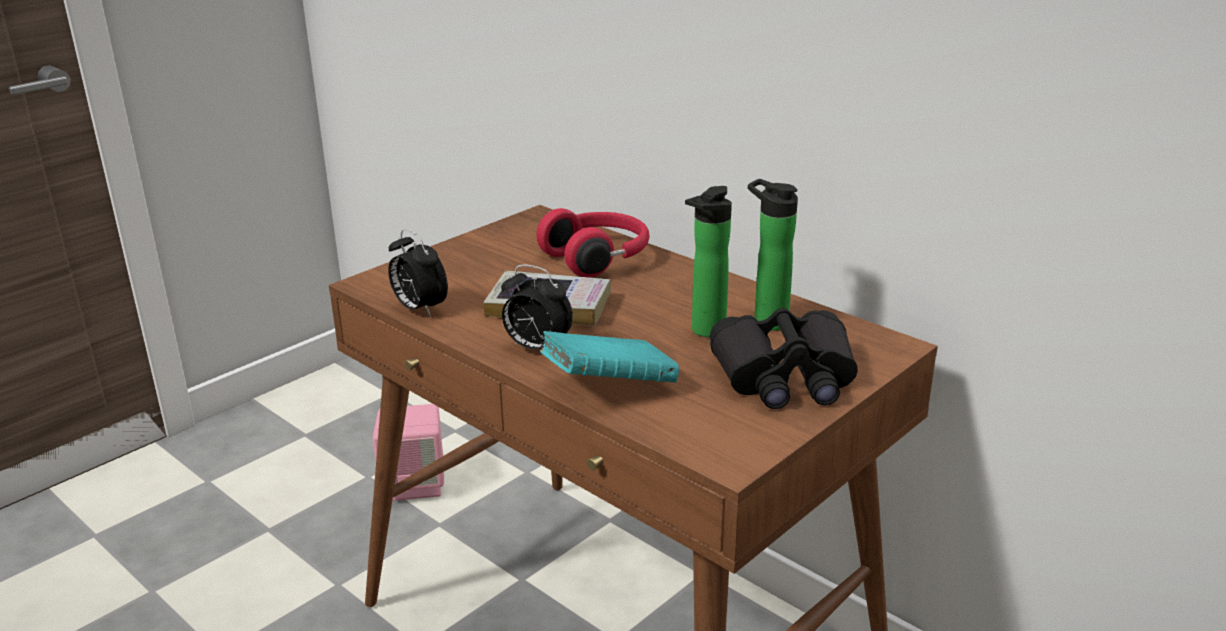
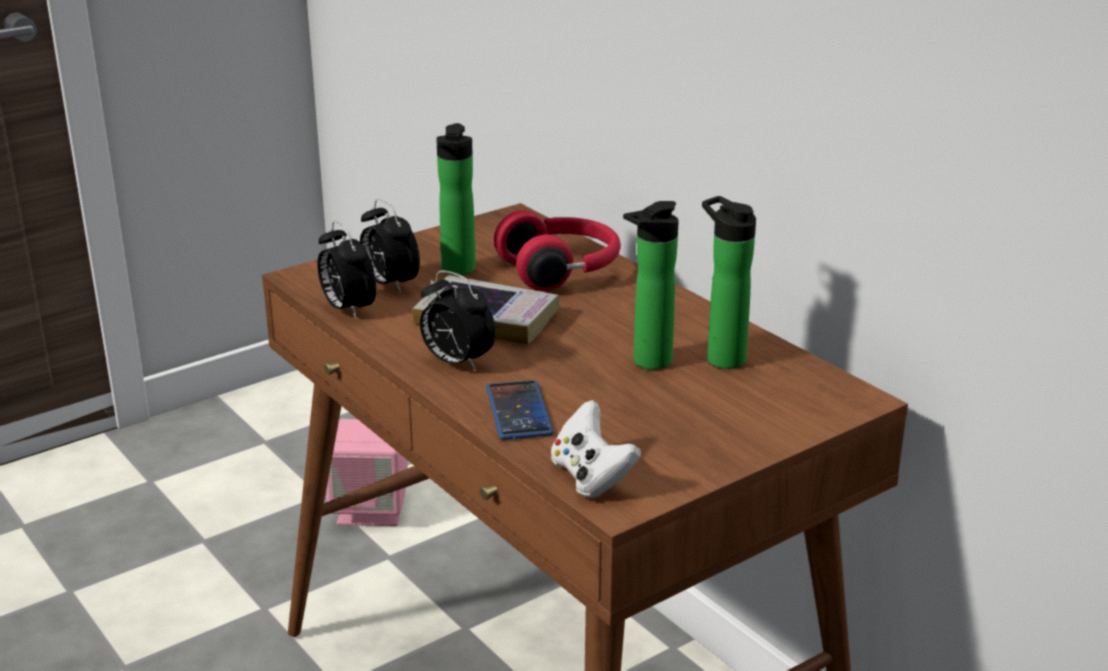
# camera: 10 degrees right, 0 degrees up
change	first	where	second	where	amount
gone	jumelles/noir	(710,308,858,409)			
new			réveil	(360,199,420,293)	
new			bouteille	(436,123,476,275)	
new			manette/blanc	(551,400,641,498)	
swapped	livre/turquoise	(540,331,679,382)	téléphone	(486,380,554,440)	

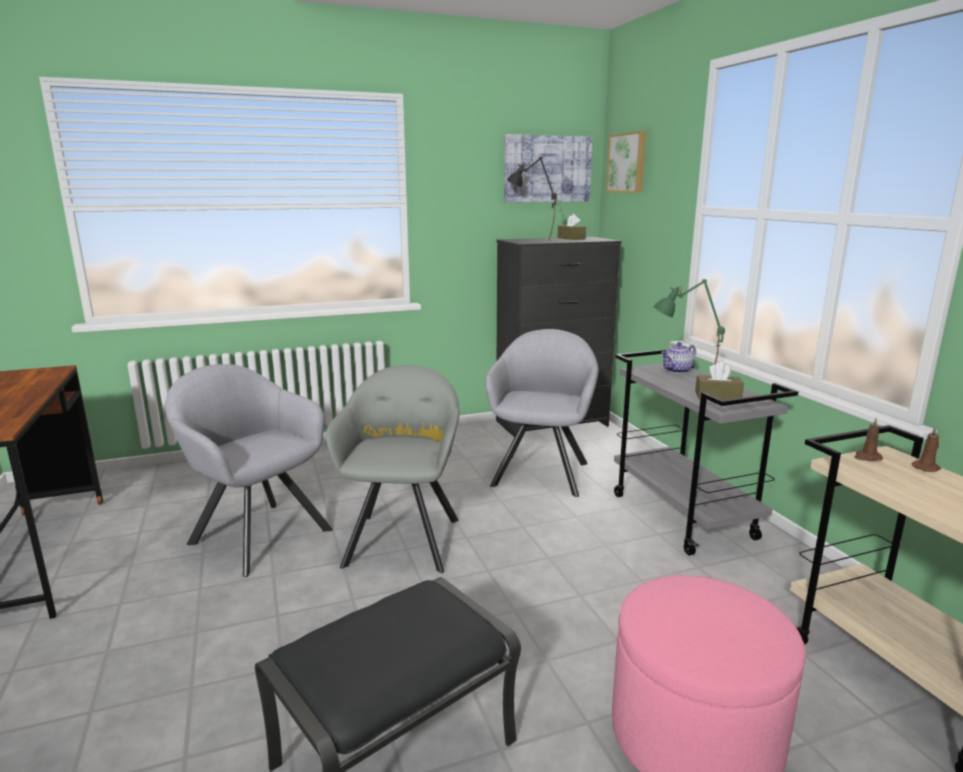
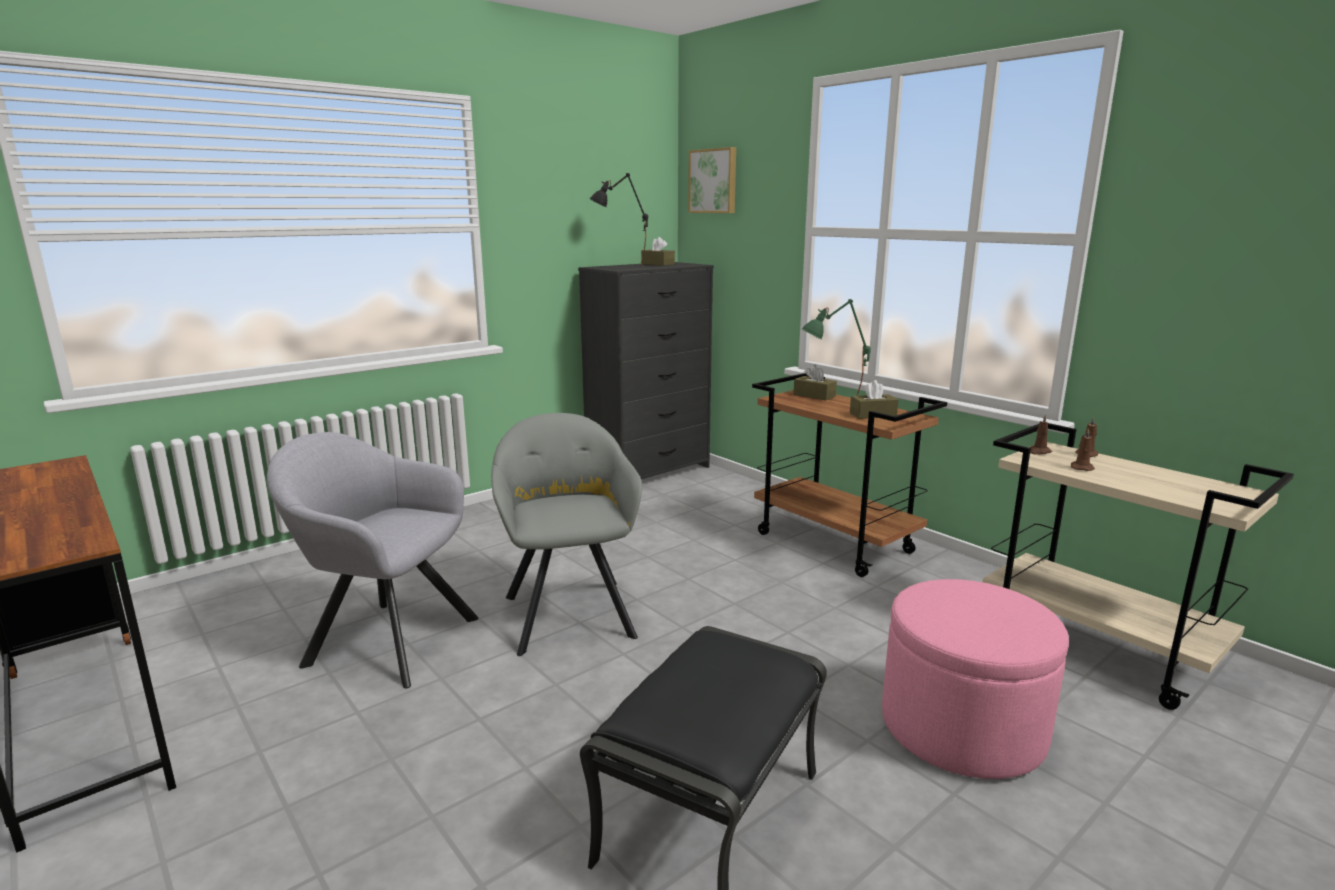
# camera: 20 degrees left, 0 degrees up
change	first	where	second	where	amount
gone	fauteuil/gris	(485,329,599,497)			
gone	tableau	(504,134,593,202)			
new			bougie/marron	(1071,428,1095,471)	
swapped	théière	(661,342,696,374)	boîte à mouchoirs/marron	(794,365,837,400)	
repainted	chariot/gris	(614,349,798,555)	chariot/marron	(752,373,947,577)	

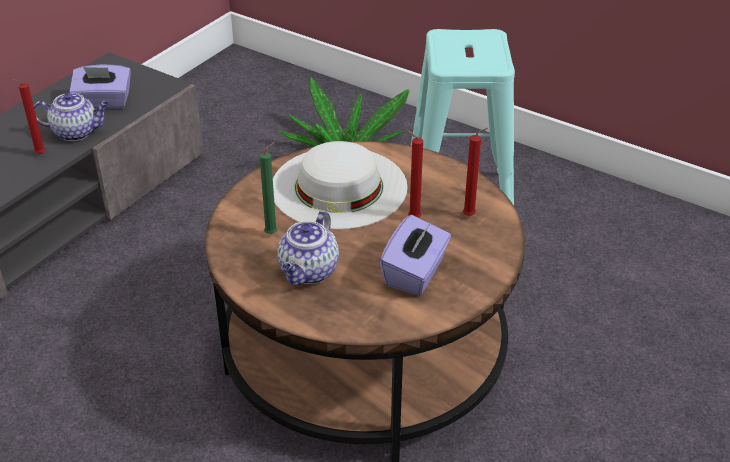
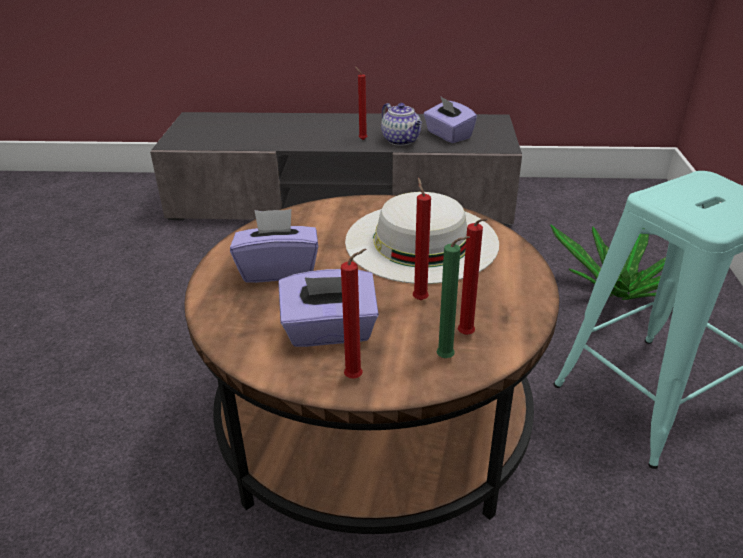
# camera: 60 degrees right, 5 degrees down
change	first	where	second	where	amount
new			bougie/rouge	(341,249,366,379)	
shifted	bougie/vert	(259,142,278,234)		(436,236,470,358)	
swapped	théière	(277,210,339,285)	boîte à mouchoirs/violet	(230,209,318,283)	

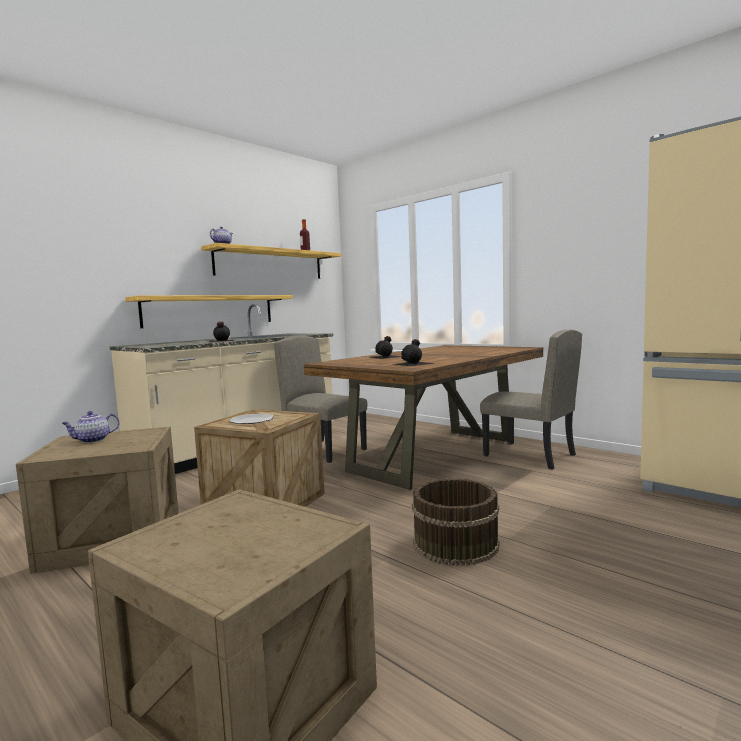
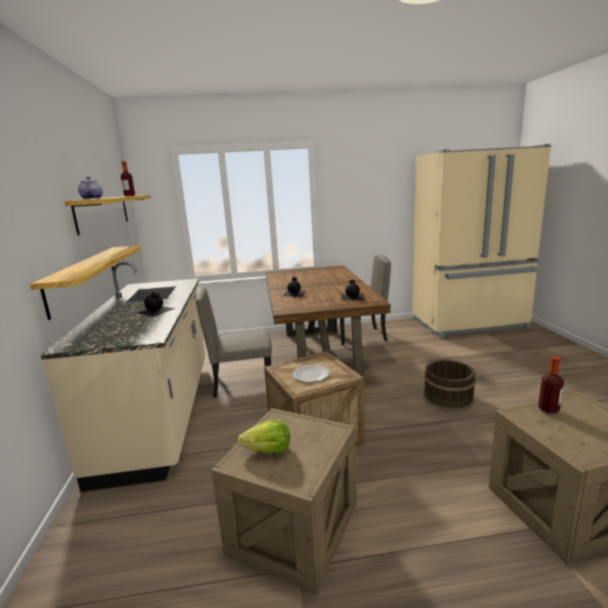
# camera: 50 degrees left, 10 degrees up
change	first	where	second	where	amount
new			bouteille	(538,356,564,414)	
swapped	théière	(61,411,120,443)	laitue	(238,420,290,453)	

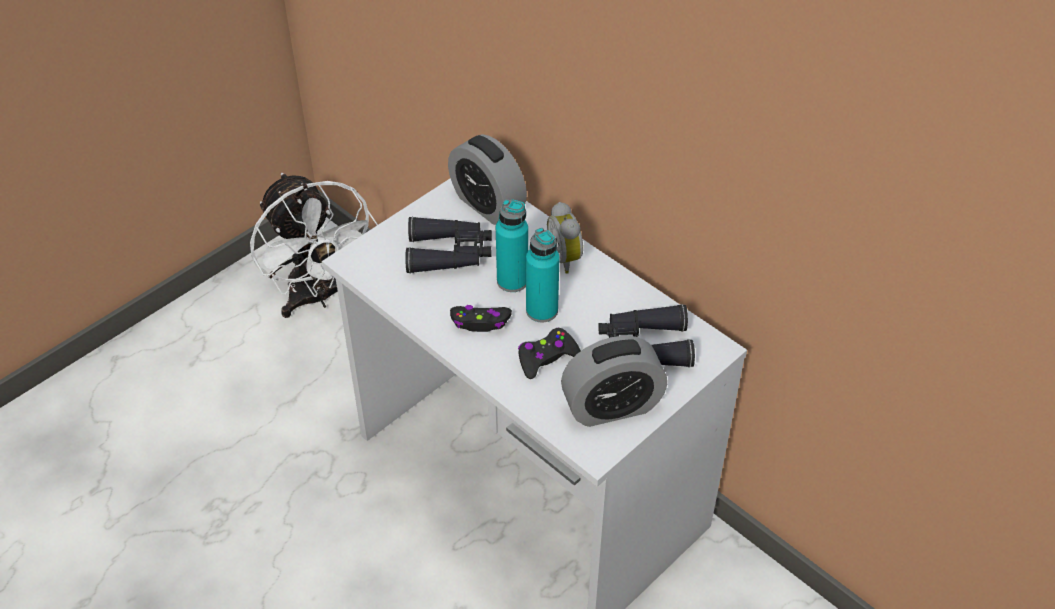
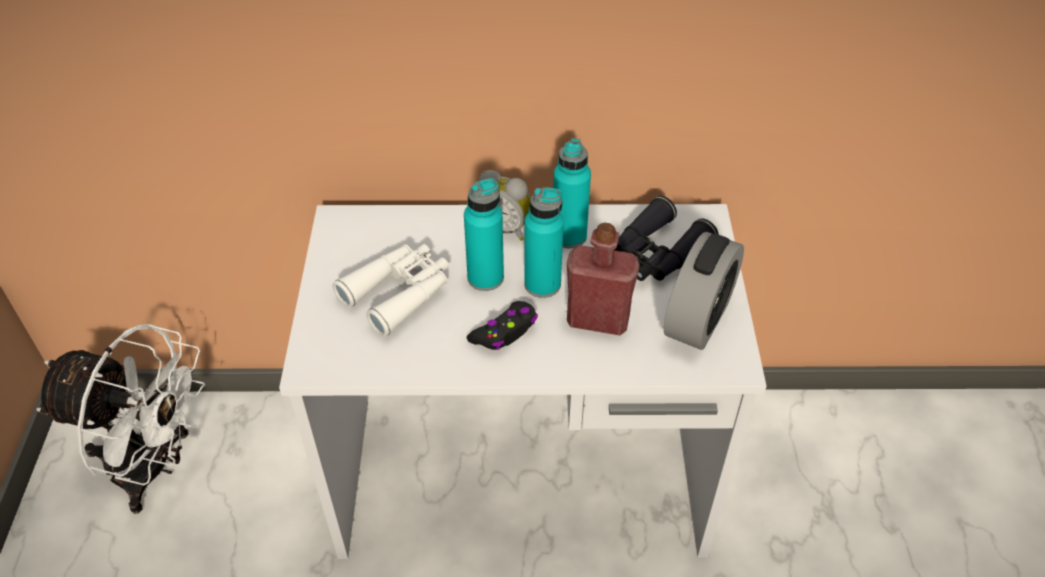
# camera: 45 degrees left, 0 degrees up
change	first	where	second	where	amount
gone	réveil	(448,134,527,225)			
new			bouteille/turquoise	(553,138,591,249)	
swapped	manette/noir	(518,328,581,379)	bouteille/rouge	(567,222,640,336)	
repainted	jumelles/noir	(405,216,492,274)	jumelles/blanc	(332,244,449,337)	

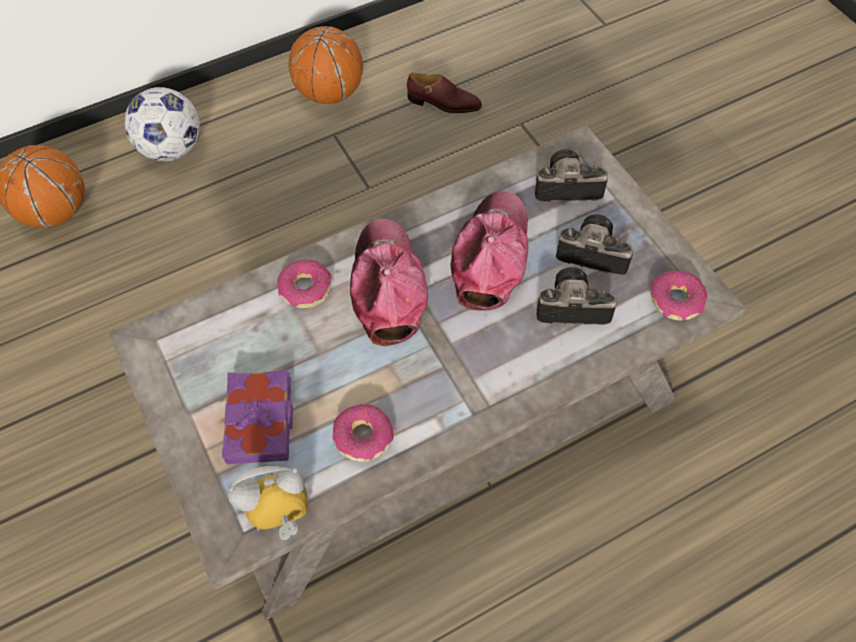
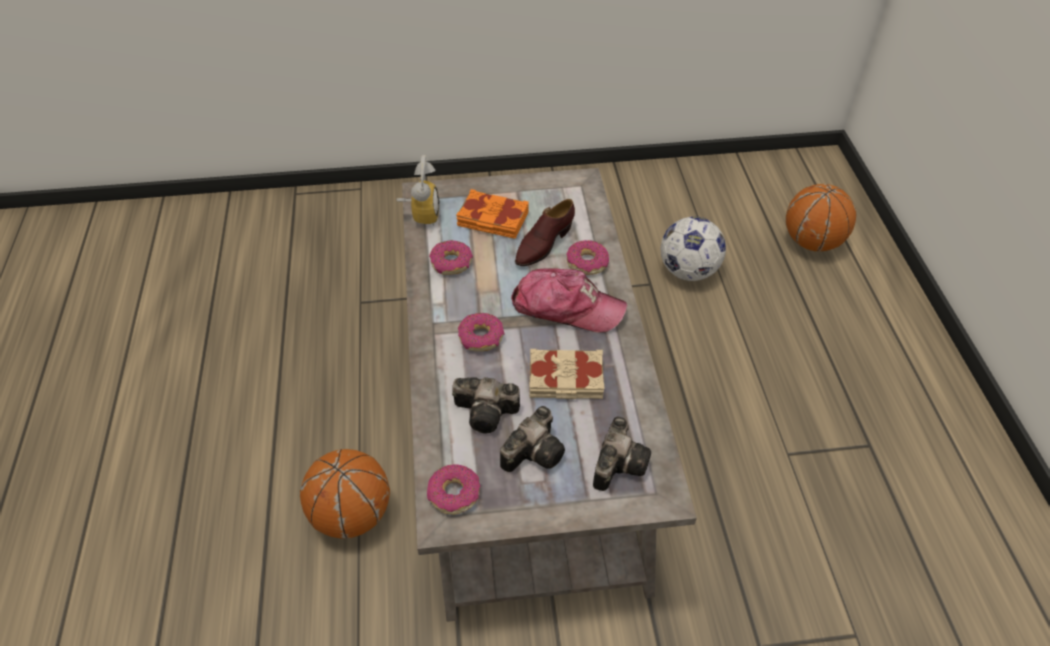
# camera: 110 degrees right, 10 degrees down
change	first	where	second	where	amount
new			beignet	(458,313,504,351)	
shifted	ballon de foot	(125,87,200,162)		(661,216,726,281)	
shifted	ballon de basket	(289,26,363,104)		(300,449,390,539)	
shifted	chaussure/marron	(407,73,482,113)		(515,199,575,266)	
swapped	casquette	(451,191,528,311)	livre/beige	(530,349,605,399)	
repainted	livre/violet	(222,369,293,464)	livre/orange	(457,189,529,239)	
rotated	appareil photo	(537,267,617,325)		(452,377,520,434)	75 degrees clockwise

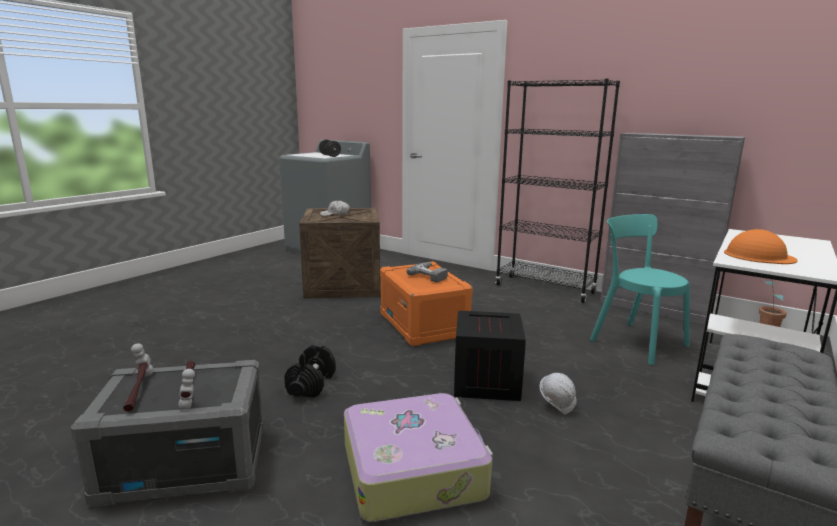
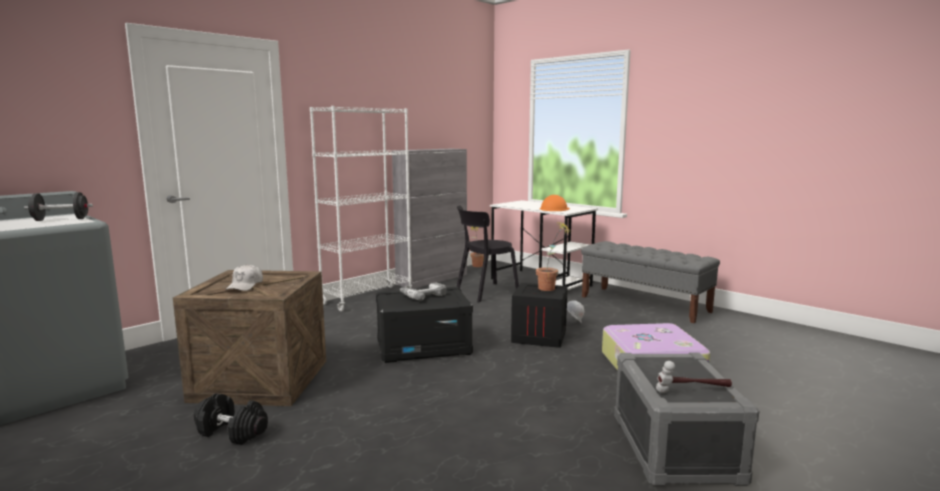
# camera: 80 degrees left, 5 degrees down
change	first	where	second	where	amount
gone	marteau	(179,361,195,409)			
new			plante en pot	(536,221,571,291)	
shifted	haltère/noir	(284,345,336,398)		(194,393,268,445)	
repainted	boîte de rangement/orange	(380,261,473,347)	boîte de rangement/noir	(376,287,473,363)	
repainted	bibliothèque/noir	(496,78,620,303)	bibliothèque/blanc	(310,106,412,312)	
repainted	chaise/turquoise	(590,214,690,365)	chaise/noir	(456,205,519,302)	

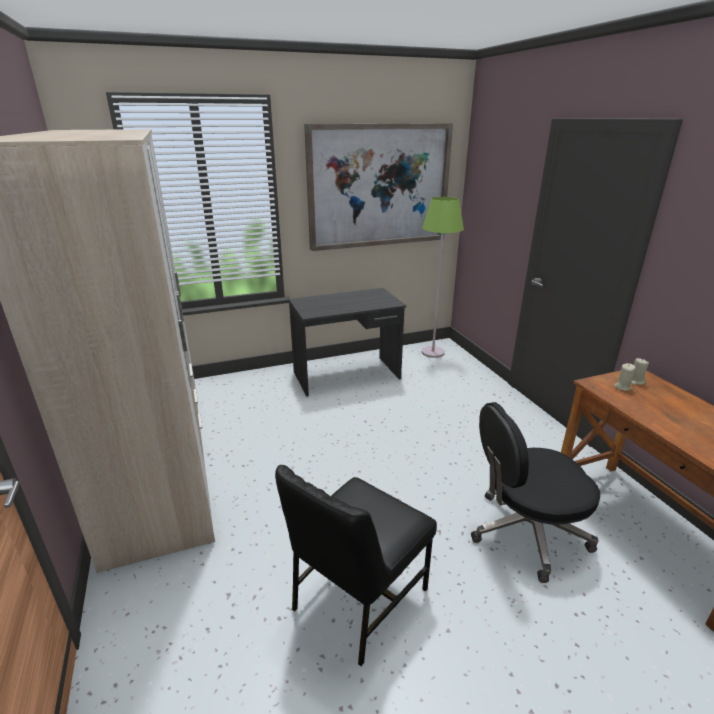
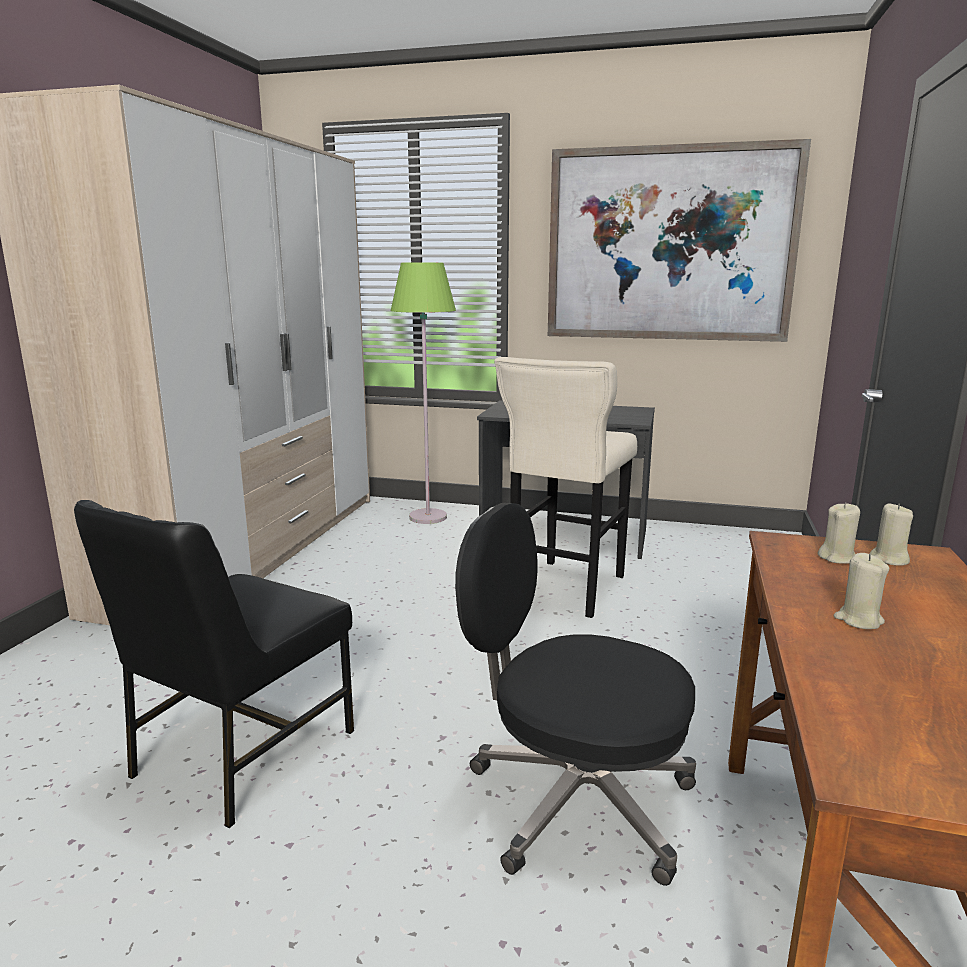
# camera: 35 degrees right, 10 degrees down
change	first	where	second	where	amount
new			tabouret/beige	(494,357,637,618)	
new			bougie/beige	(834,553,889,629)	
shifted	lampadaire/vert	(422,197,464,358)		(391,262,456,524)	
rotated	chaise/noir	(275,465,437,666)		(74,500,354,828)	45 degrees counterclockwise

